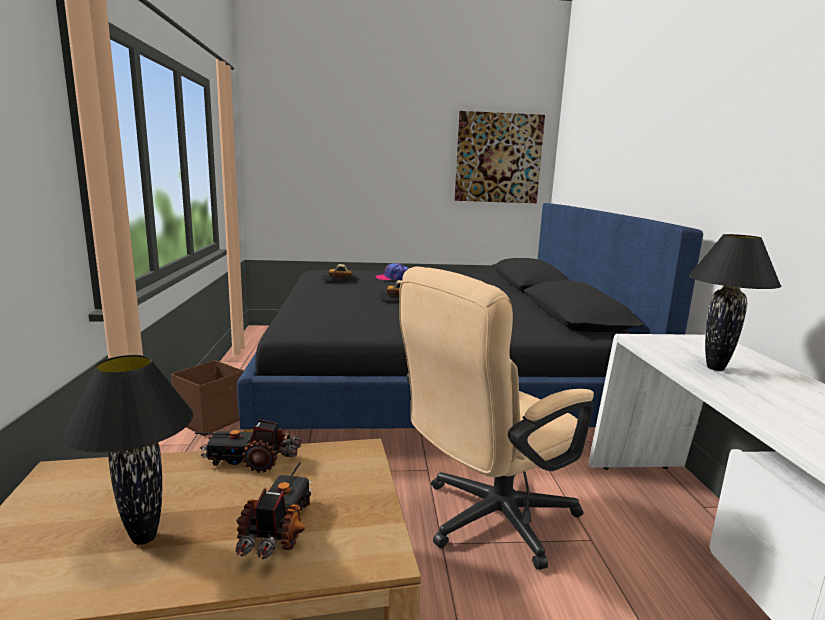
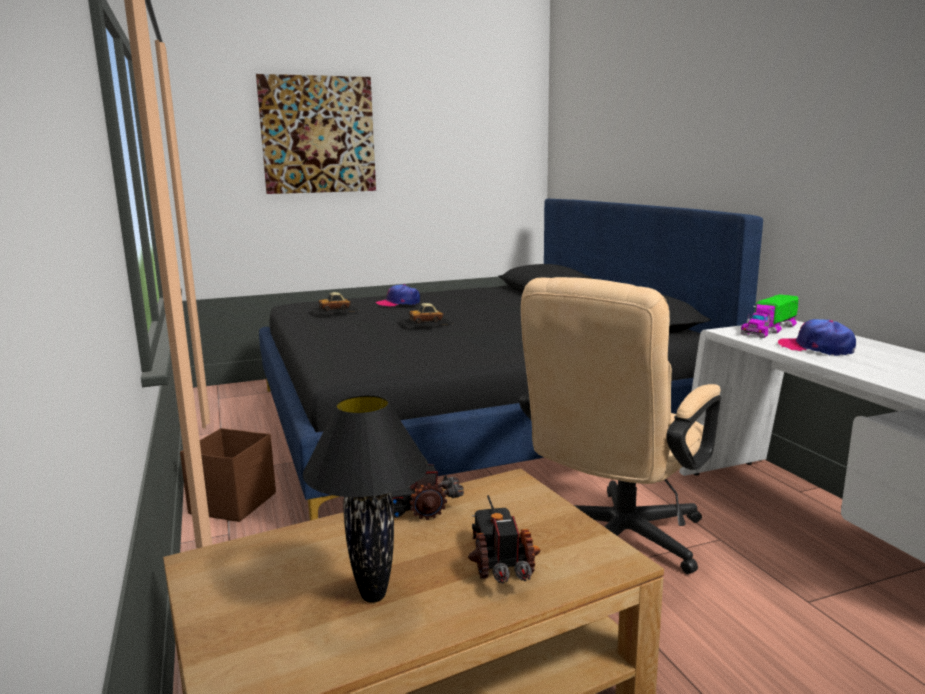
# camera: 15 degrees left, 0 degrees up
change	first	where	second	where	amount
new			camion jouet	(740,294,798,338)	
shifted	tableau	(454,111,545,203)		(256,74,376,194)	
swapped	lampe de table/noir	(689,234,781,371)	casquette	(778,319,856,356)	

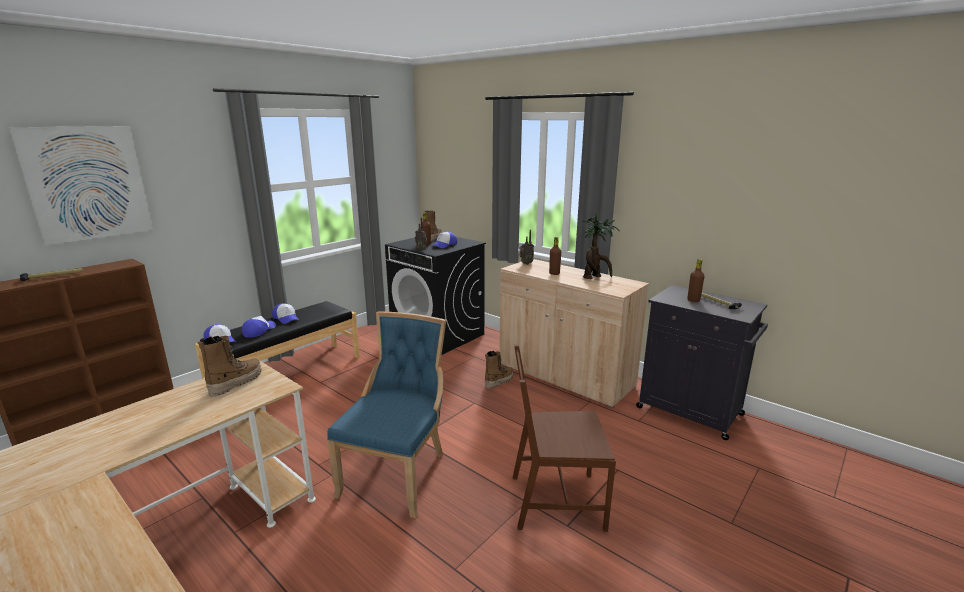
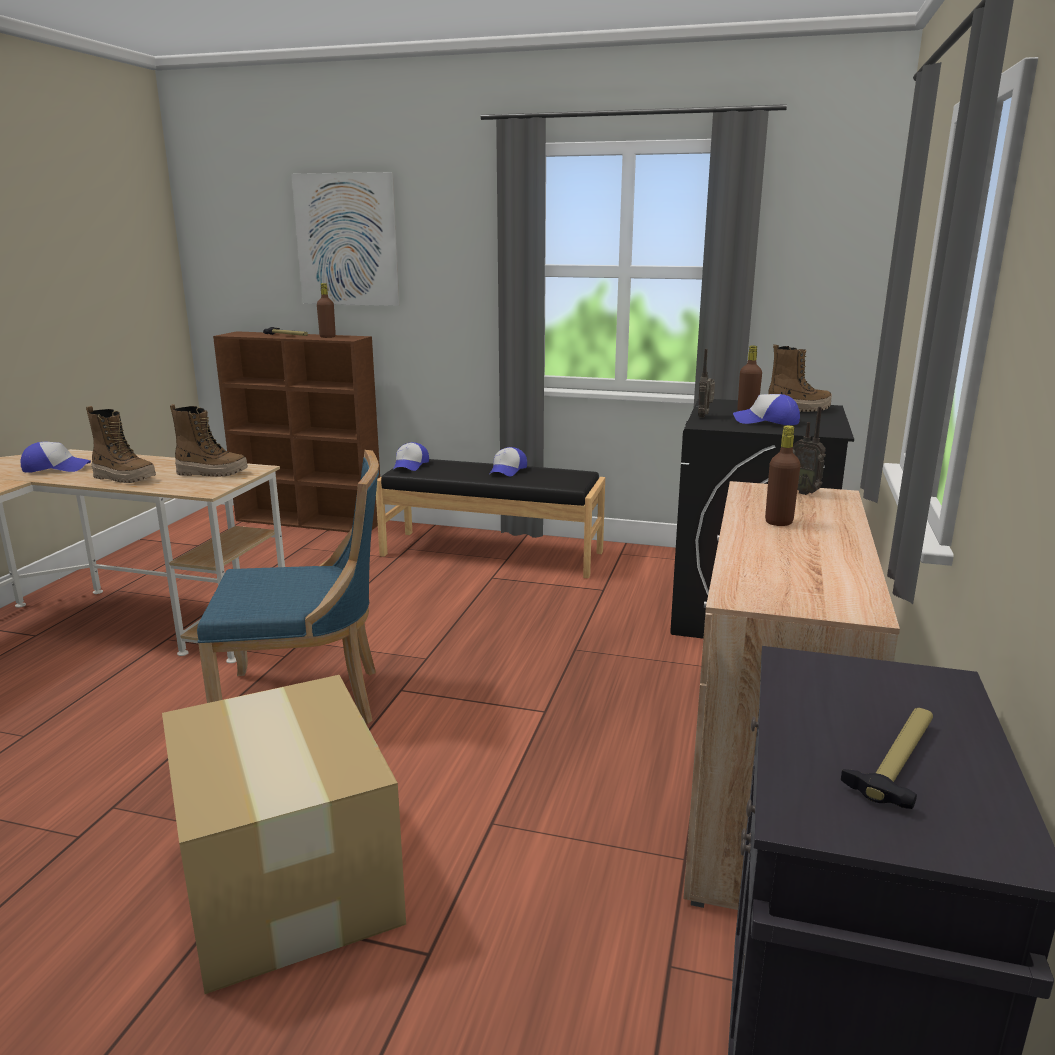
# camera: 65 degrees right, 0 degrees up
change	first	where	second	where	amount
gone	plante en pot	(583,212,619,279)			
shifted	casquette	(242,316,276,338)		(20,442,91,473)	
shifted	botte	(485,351,513,389)		(86,406,156,483)	
shifted	bouteille/marron	(687,259,705,302)		(317,283,336,338)	
swapped	chaise/marron	(513,344,616,532)	carton	(162,675,406,994)	

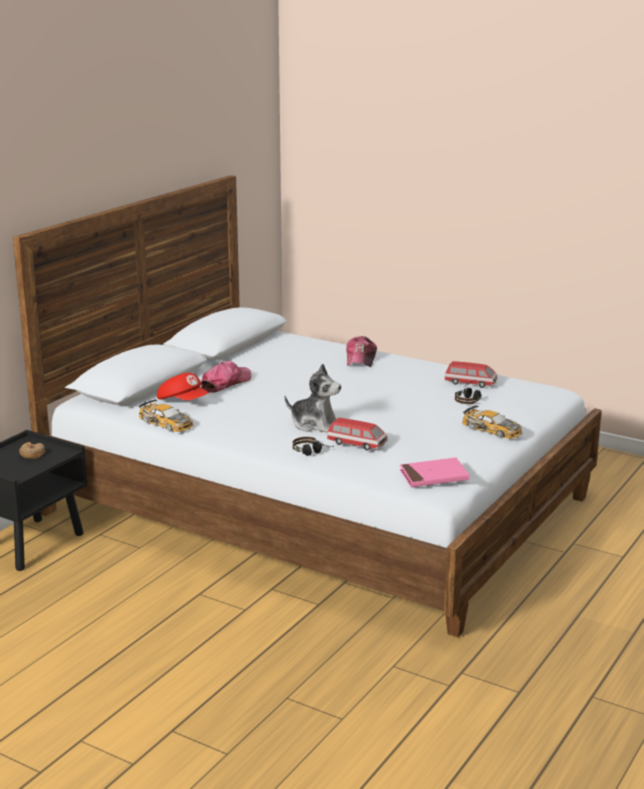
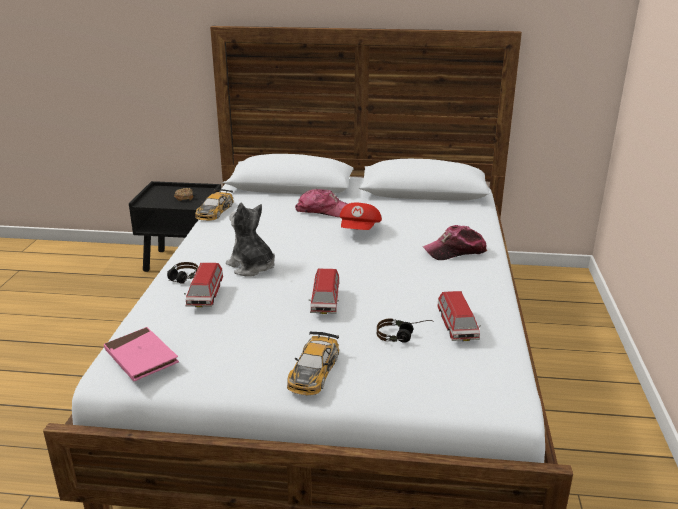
# camera: 65 degrees right, 5 degrees up
change	first	where	second	where	amount
new			petite voiture	(308,269,339,314)	
shifted	casquette/rouge	(157,373,209,400)		(340,203,382,230)	
rotated	peluche	(285,364,341,433)		(226,203,275,277)	135 degrees clockwise

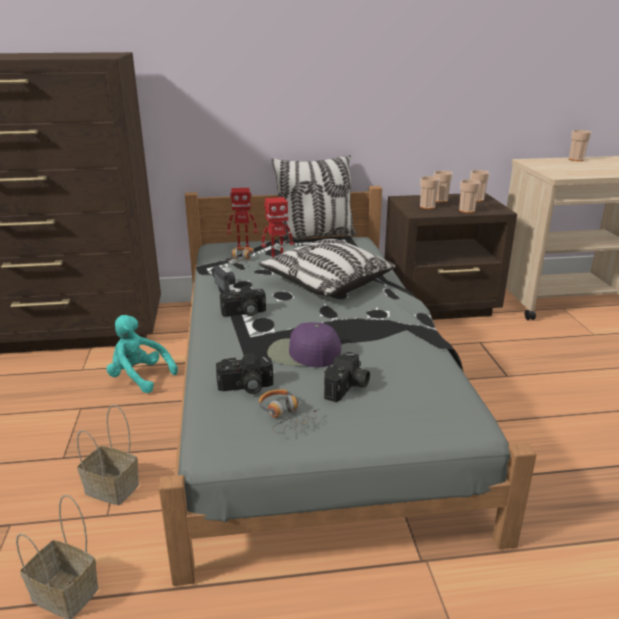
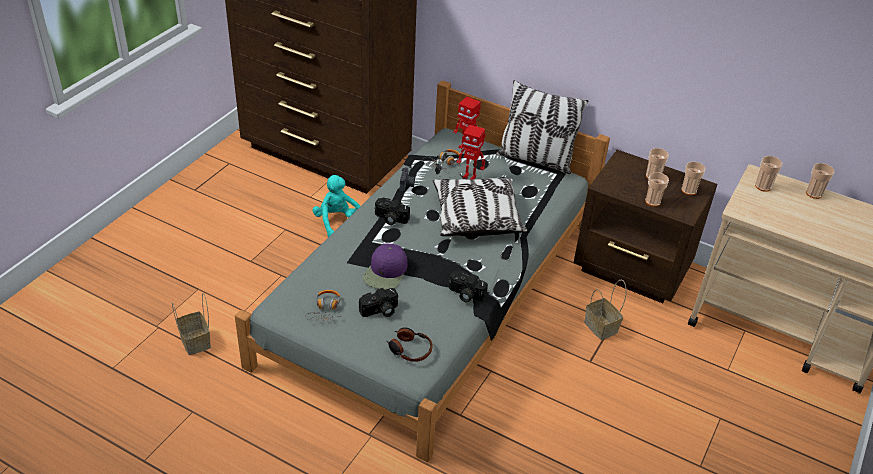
# camera: 35 degrees right, 15 degrees up
change	first	where	second	where	amount
new			casque audio	(387,327,433,362)	
shifted	panier	(77,405,139,505)		(584,279,626,340)	
shifted	appareil photo	(216,353,273,394)		(449,271,488,302)	
shifted	tasse	(420,176,440,209)		(755,156,783,192)	
rotated	casquette/violet	(267,322,341,367)		(363,243,408,290)	120 degrees counterclockwise

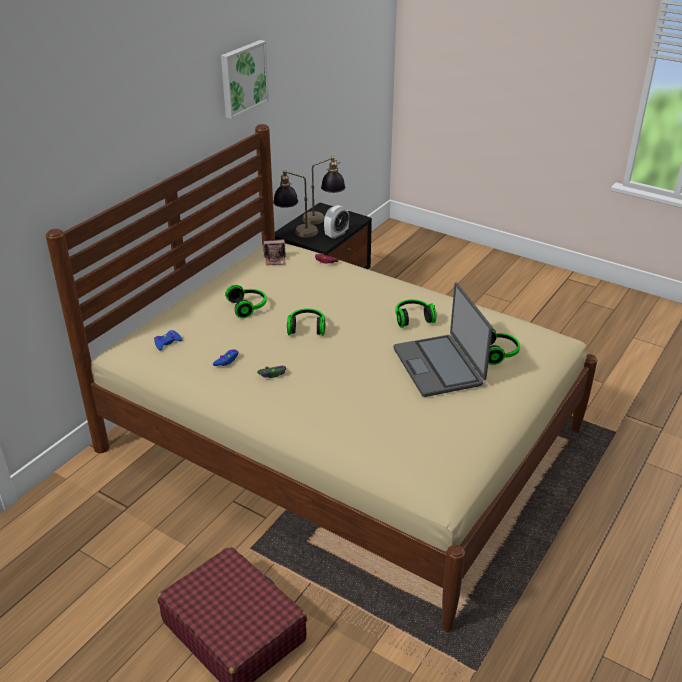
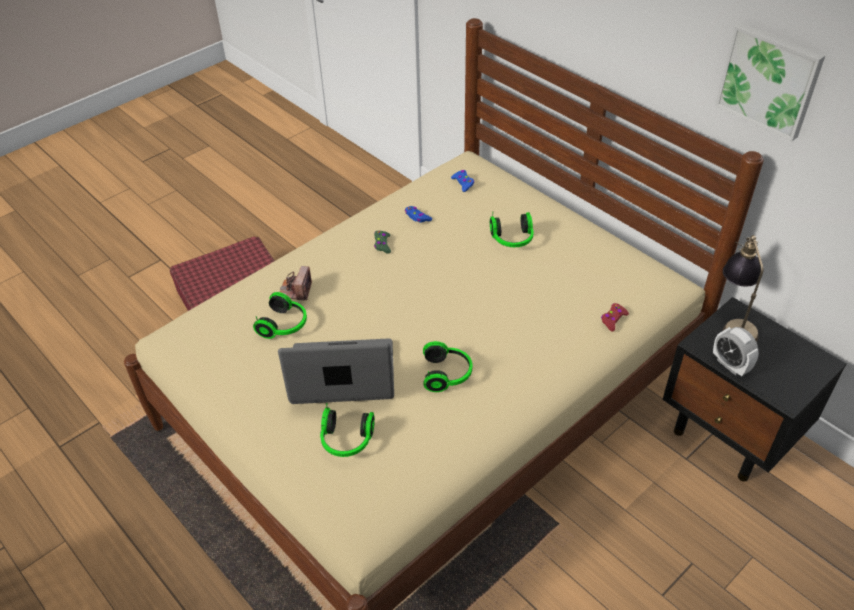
# camera: 105 degrees right, 10 degrees up
change	first	where	second	where	amount
gone	lampe de table	(302,156,345,224)			
shifted	appareil photo	(263,239,286,265)		(280,266,312,301)	
shifted	casque audio	(287,308,325,336)		(253,292,307,339)	

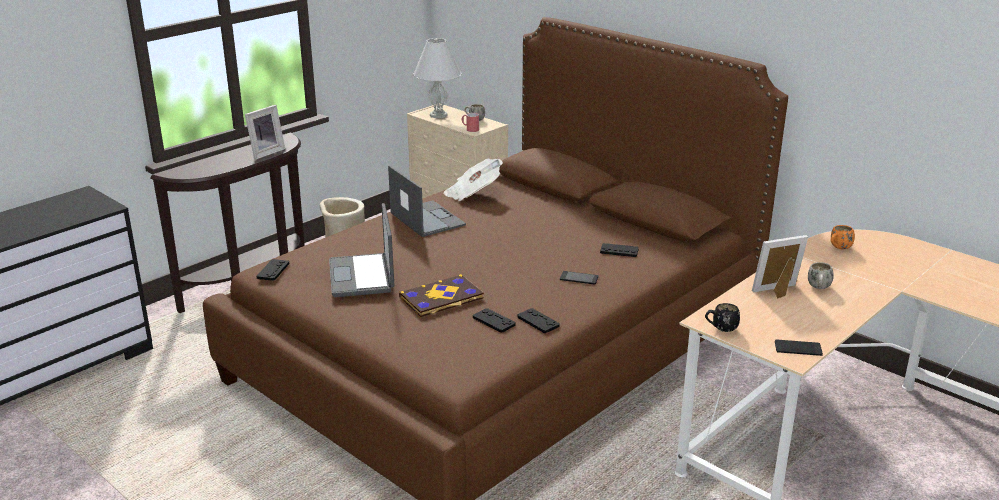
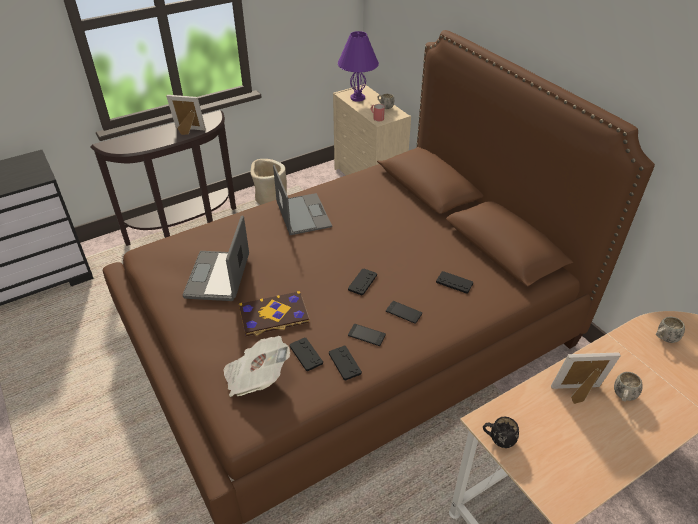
# camera: 15 degrees right, 15 degrees up
change	first	where	second	where	amount
shifted	manette/noir	(257,259,289,281)		(348,268,377,295)	
shifted	journal	(444,159,503,201)		(223,336,290,397)	
shifted	téléphone	(775,340,823,356)		(348,324,386,346)	
repainted	lampe de table/blanc	(414,38,461,118)	lampe de table/violet	(338,31,379,102)	
repainted	mug/orange	(830,225,855,249)	mug/blanc	(656,317,685,343)	
rotated	cadre photo	(245,105,285,160)		(166,95,206,135)	135 degrees counterclockwise

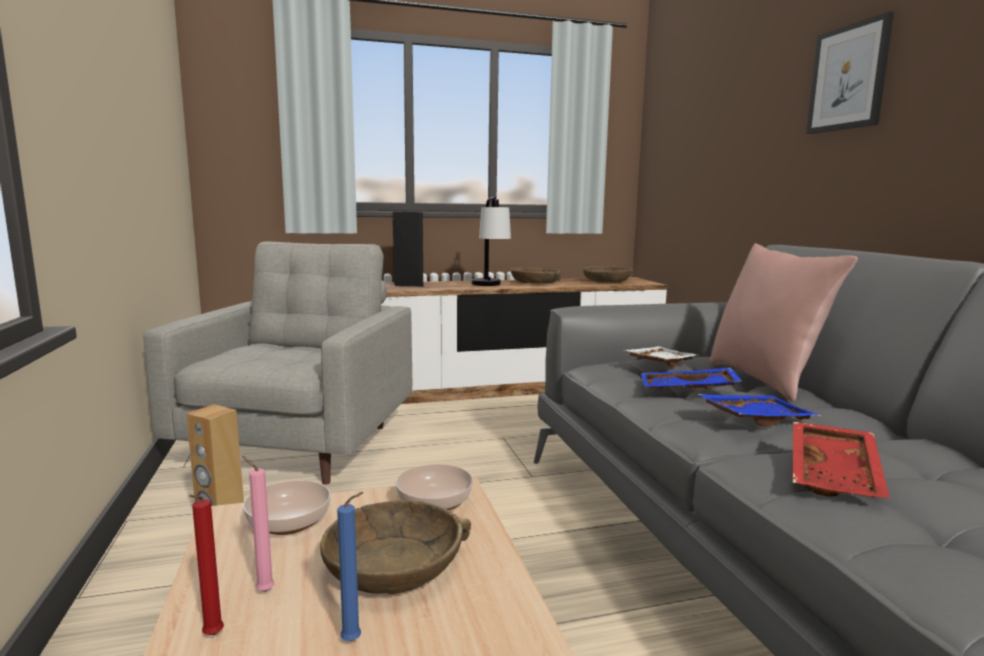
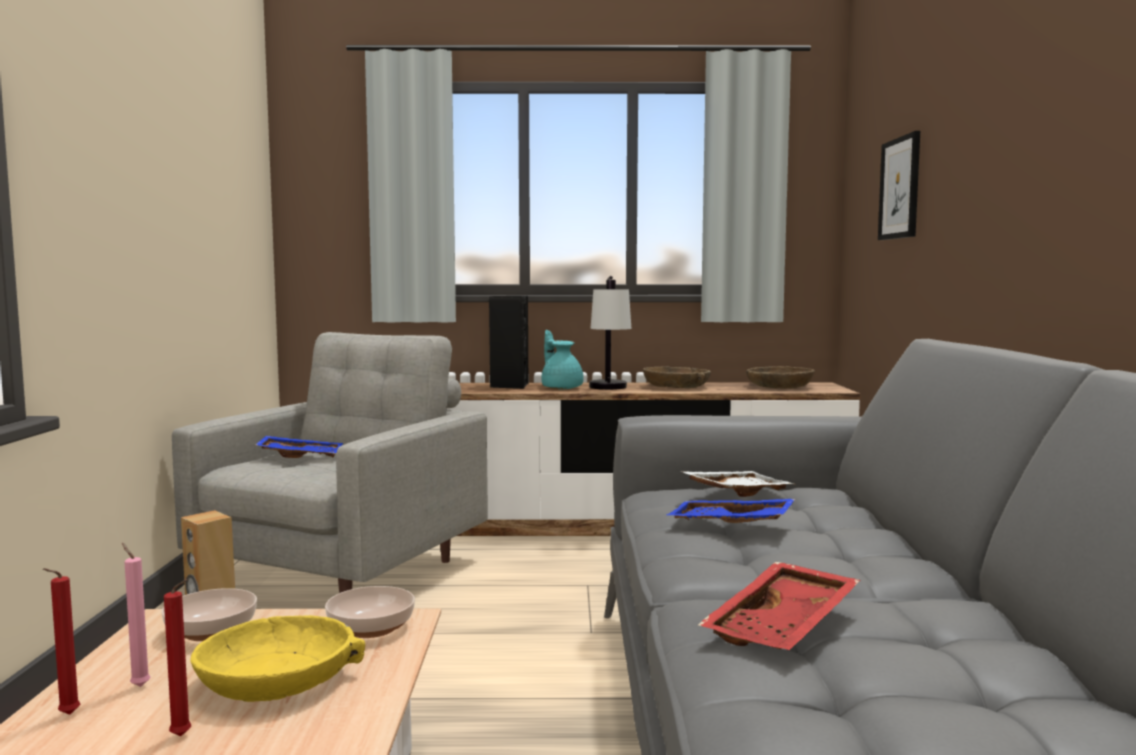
# camera: 15 degrees right, 5 degrees down
change	first	where	second	where	amount
gone	coussin/rose	(710,243,858,402)			
new			théière/turquoise	(541,330,584,389)	
shifted	plateau/bleu	(697,394,821,426)		(256,436,343,458)	
shifted	tableau	(806,11,894,134)		(878,131,920,240)	
repainted	bol/marron	(320,500,471,594)	bol/jaune	(190,615,365,702)	
repainted	bougie/bleu	(337,492,364,641)	bougie/rouge	(164,579,191,736)	

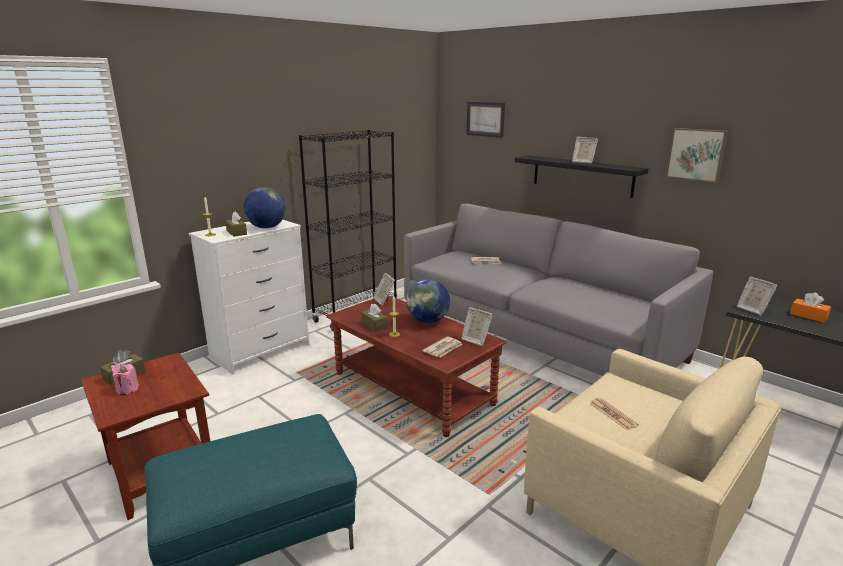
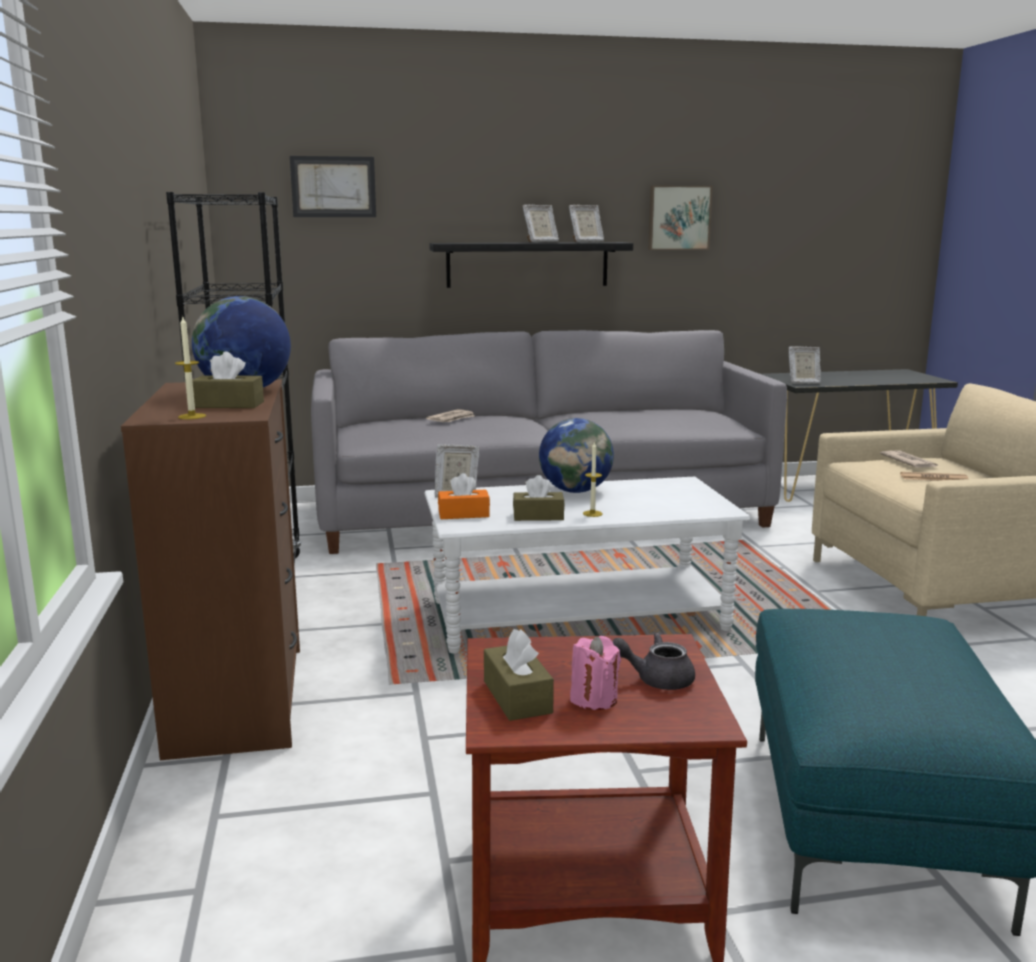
# camera: 55 degrees left, 5 degrees down
change	first	where	second	where	amount
new			théière/gris	(612,633,695,690)	
shifted	journal	(423,336,462,357)		(880,450,938,468)	
shifted	cadre photo	(461,307,493,346)		(569,205,604,242)	
shifted	boîte à mouchoirs/orange	(790,292,831,322)		(438,473,490,519)	
repainted	commode/blanc	(189,220,309,374)	commode/marron	(121,380,300,760)	
repainted	table basse/marron	(326,296,507,437)	table basse/blanc	(424,477,750,653)	

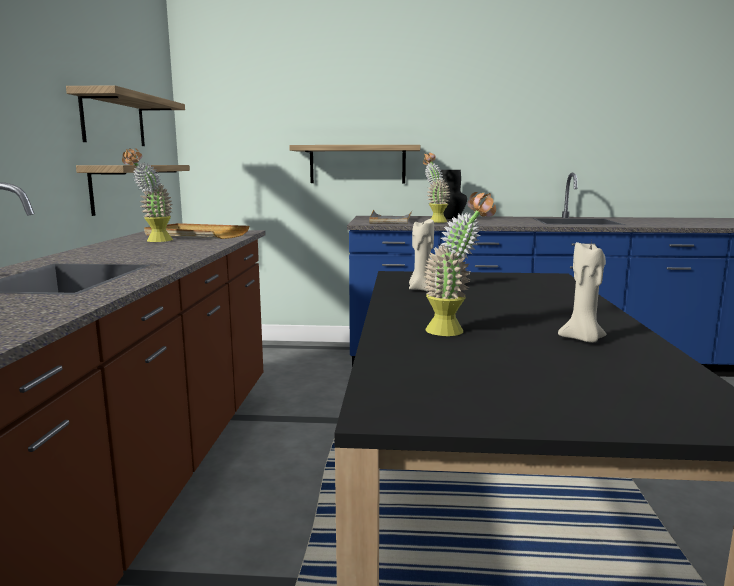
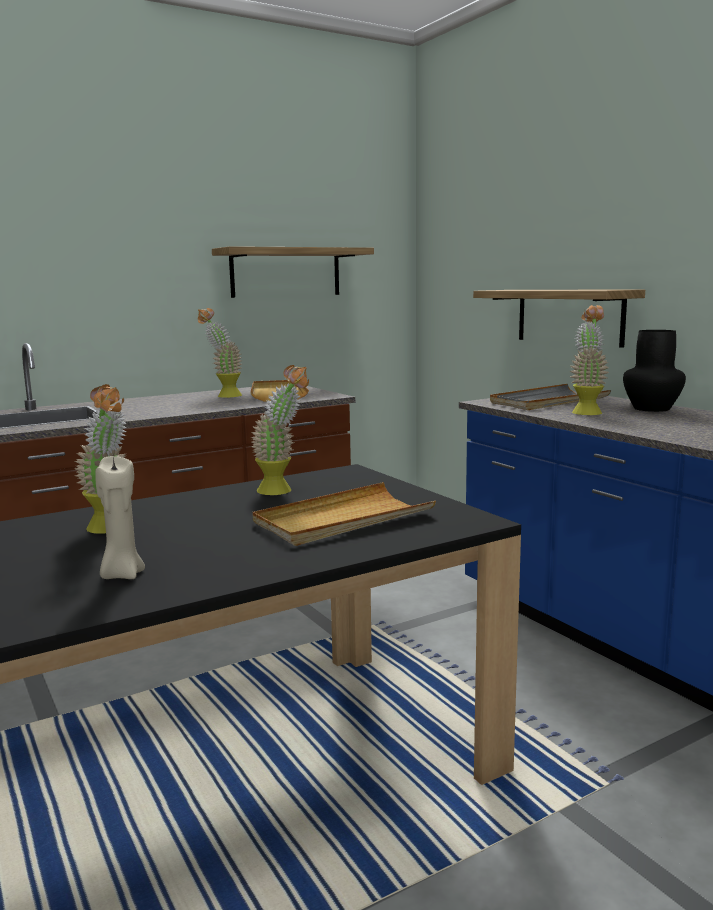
# camera: 55 degrees right, 0 degrees up
change	first	where	second	where	amount
gone	étagère	(76,165,190,216)			
new			plateau/beige	(252,482,436,546)	
swapped	bougie/beige	(409,219,434,291)	plante en pot	(251,365,309,495)	

